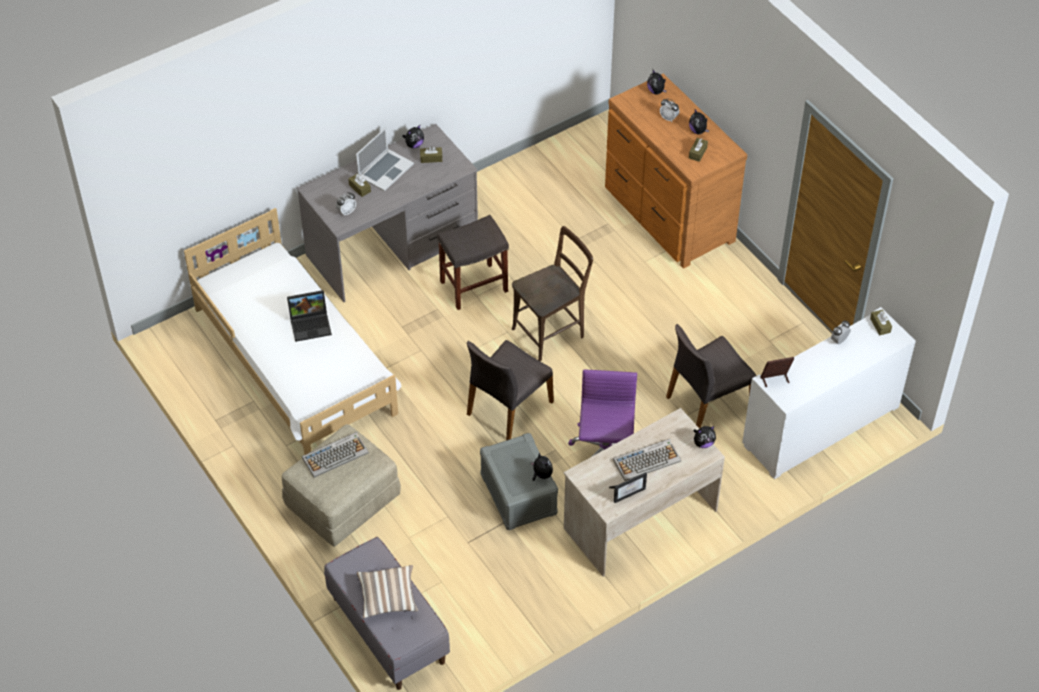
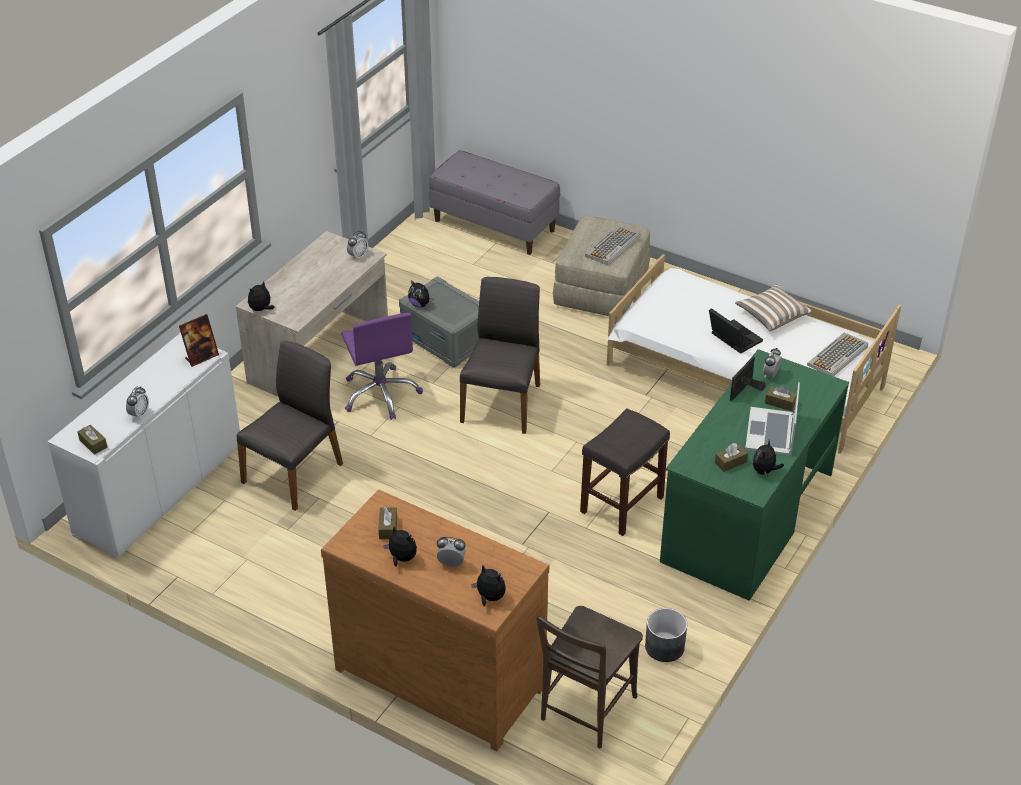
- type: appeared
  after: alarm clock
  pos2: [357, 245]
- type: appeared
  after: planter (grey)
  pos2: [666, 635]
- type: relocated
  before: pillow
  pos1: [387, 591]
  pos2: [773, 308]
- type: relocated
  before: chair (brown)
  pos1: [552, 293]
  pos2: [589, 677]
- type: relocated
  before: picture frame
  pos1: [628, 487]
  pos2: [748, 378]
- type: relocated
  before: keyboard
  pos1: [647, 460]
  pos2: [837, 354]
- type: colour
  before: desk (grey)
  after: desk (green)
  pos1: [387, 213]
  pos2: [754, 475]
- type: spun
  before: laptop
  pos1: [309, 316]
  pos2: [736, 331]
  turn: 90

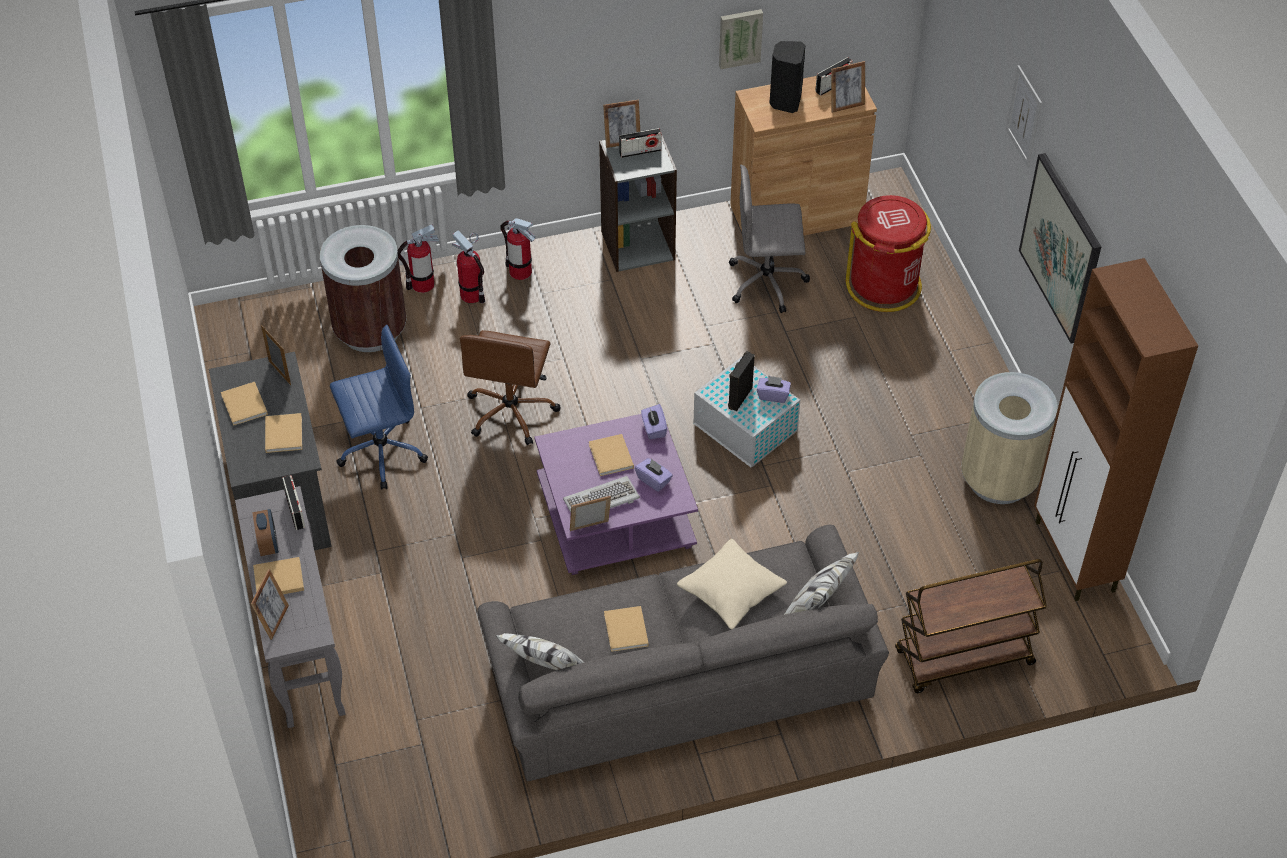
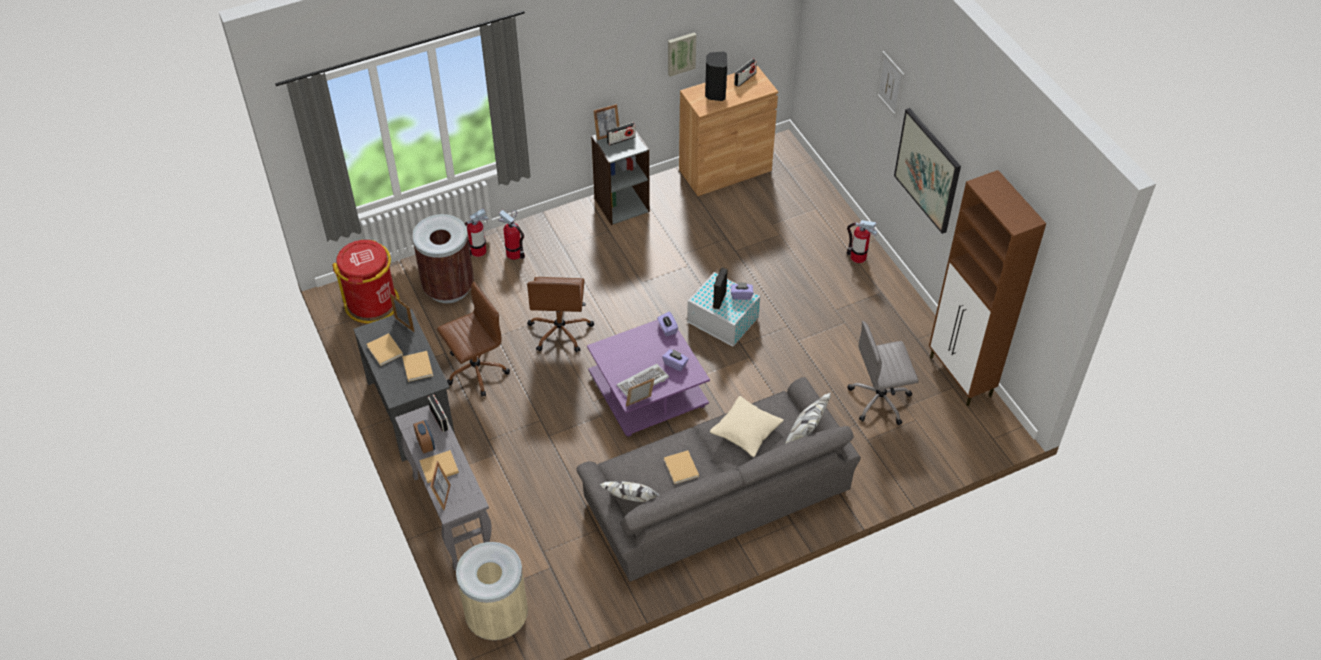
- type: missing
  before: book (beige)
  pos1: [611, 455]
- type: missing
  before: picture frame
  pos1: [848, 87]
- type: missing
  before: cart (brown)
  pos1: [971, 626]
- type: relocated
  before: fire extinguisher
  pos1: [518, 249]
  pos2: [861, 241]
- type: relocated
  before: office chair (grey)
  pos1: [769, 239]
  pos2: [883, 373]
- type: relocated
  before: trash can (red)
  pos1: [888, 253]
  pos2: [366, 282]
- type: relocated
  before: trash can (beige)
  pos1: [1009, 438]
  pos2: [492, 591]
- type: colour
  before: office chair (blue)
  after: office chair (brown)
  pos1: [379, 407]
  pos2: [473, 339]

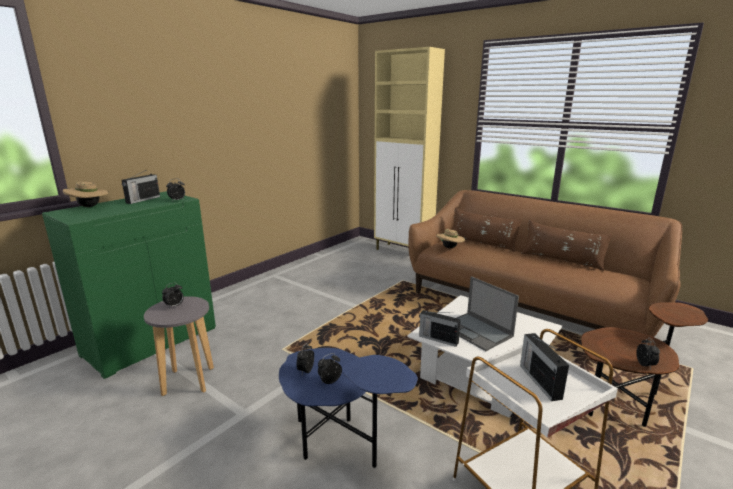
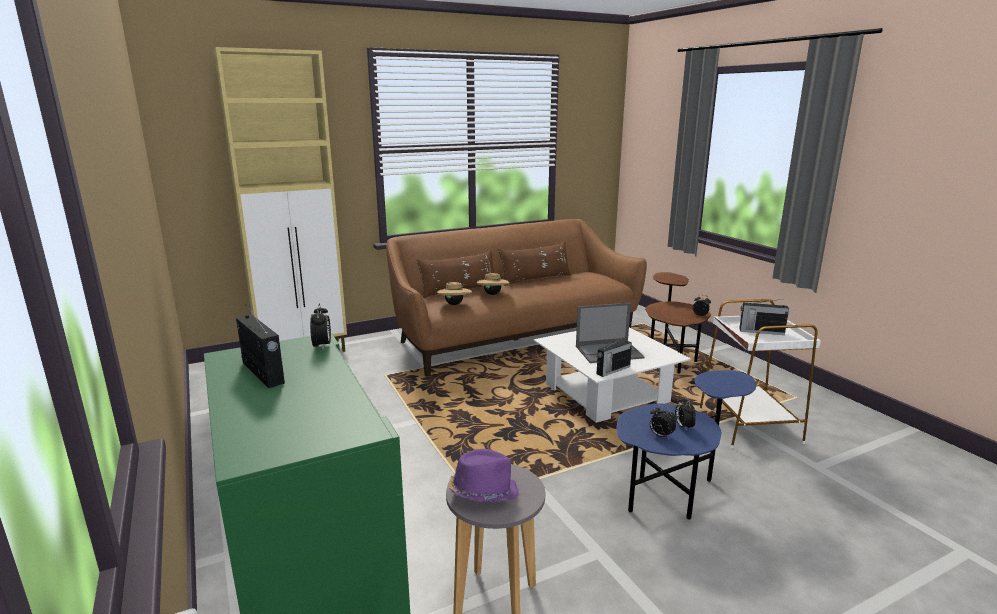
- type: relocated
  before: hat (beige)
  pos1: [86, 194]
  pos2: [493, 284]
- type: exchanged
  before: alarm clock
  after: hat (purple)
  pos1: [173, 295]
  pos2: [483, 475]

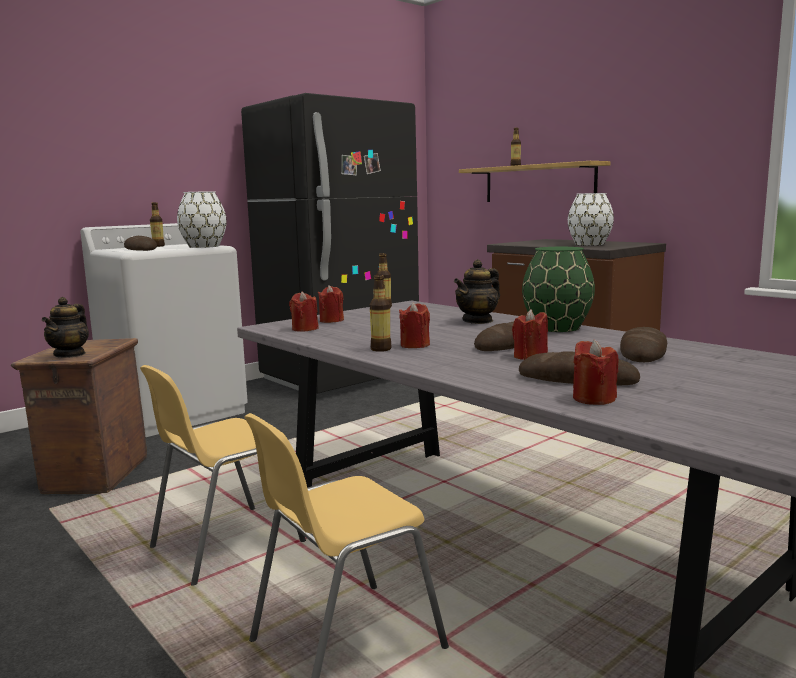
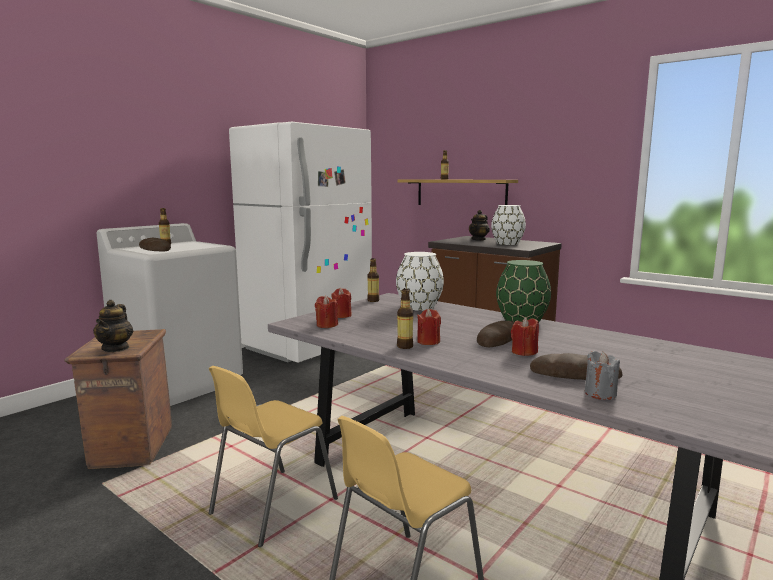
- type: missing
  before: bread
  pos1: [643, 344]
- type: relocated
  before: vase (white)
  pos1: [202, 219]
  pos2: [420, 281]
- type: relocated
  before: teapot
  pos1: [477, 291]
  pos2: [479, 225]
- type: colour
  before: fridge (black)
  after: fridge (white)
  pos1: [330, 243]
  pos2: [300, 242]
- type: colour
  before: candle (red)
  after: candle (grey)
  pos1: [595, 372]
  pos2: [602, 375]

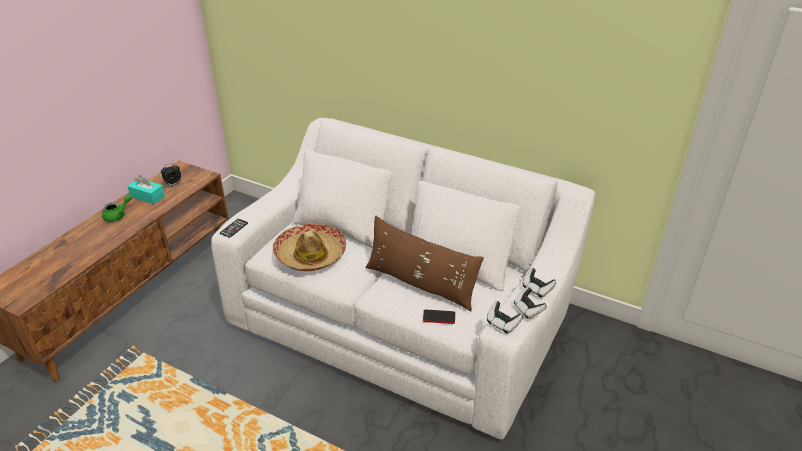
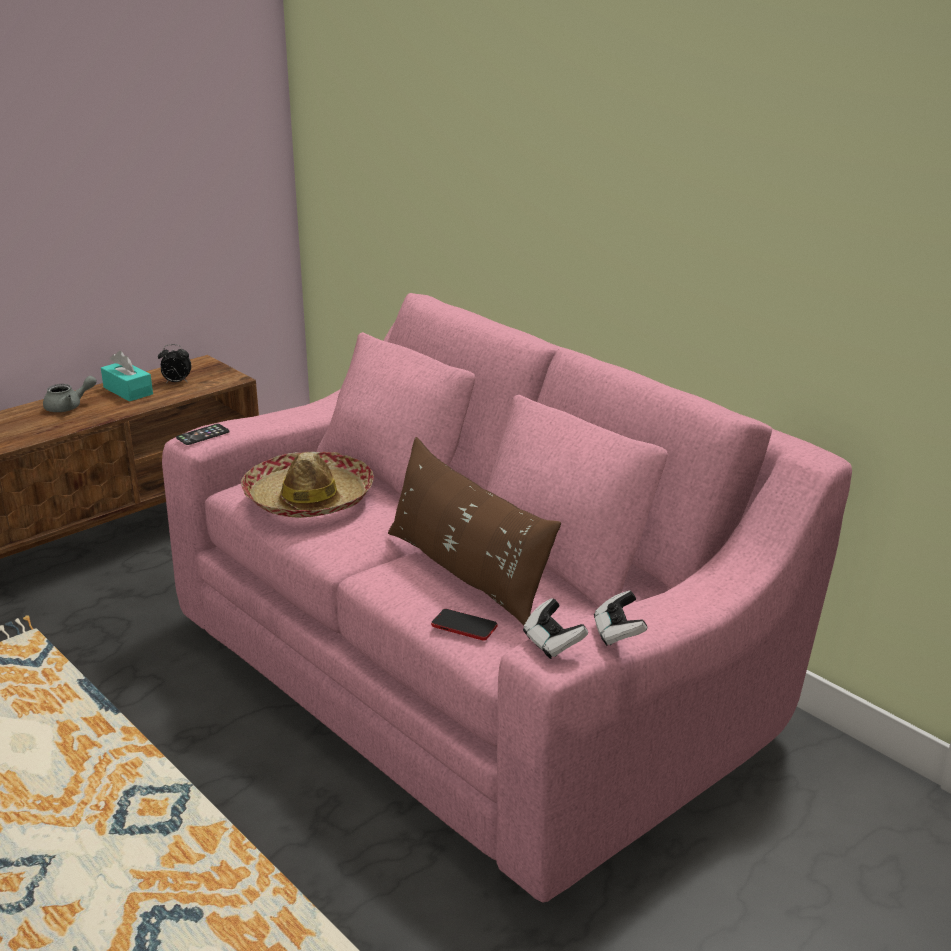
- type: missing
  before: game controller
  pos1: [539, 283]
- type: colour
  before: teapot (green)
  after: teapot (grey)
  pos1: [117, 208]
  pos2: [70, 394]
- type: colour
  before: sofa (white)
  after: sofa (pink)
  pos1: [403, 279]
  pos2: [507, 598]

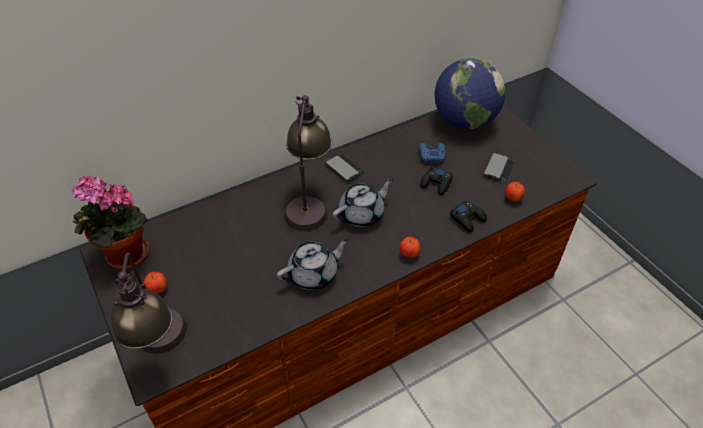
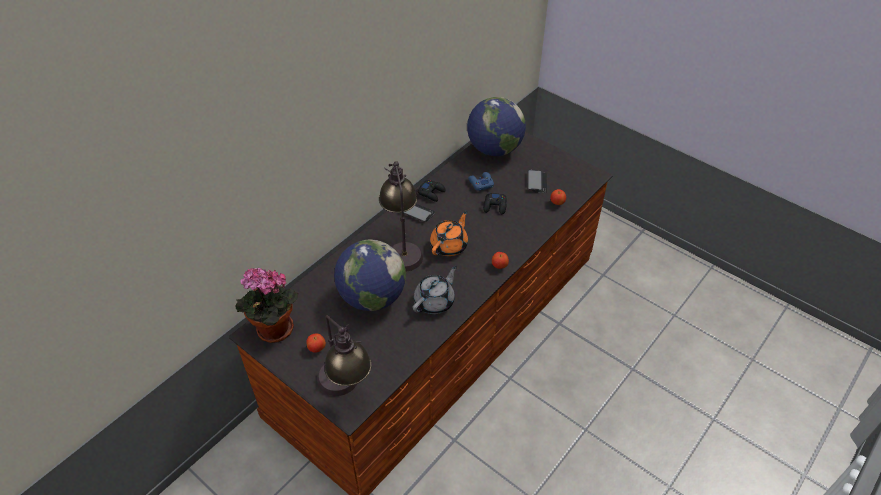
- type: appeared
  after: globe
  pos2: [370, 275]
- type: relocated
  before: game controller (black)
  pos1: [468, 216]
  pos2: [431, 191]
- type: colour
  before: teapot (grey)
  after: teapot (orange)
  pos1: [363, 203]
  pos2: [449, 233]

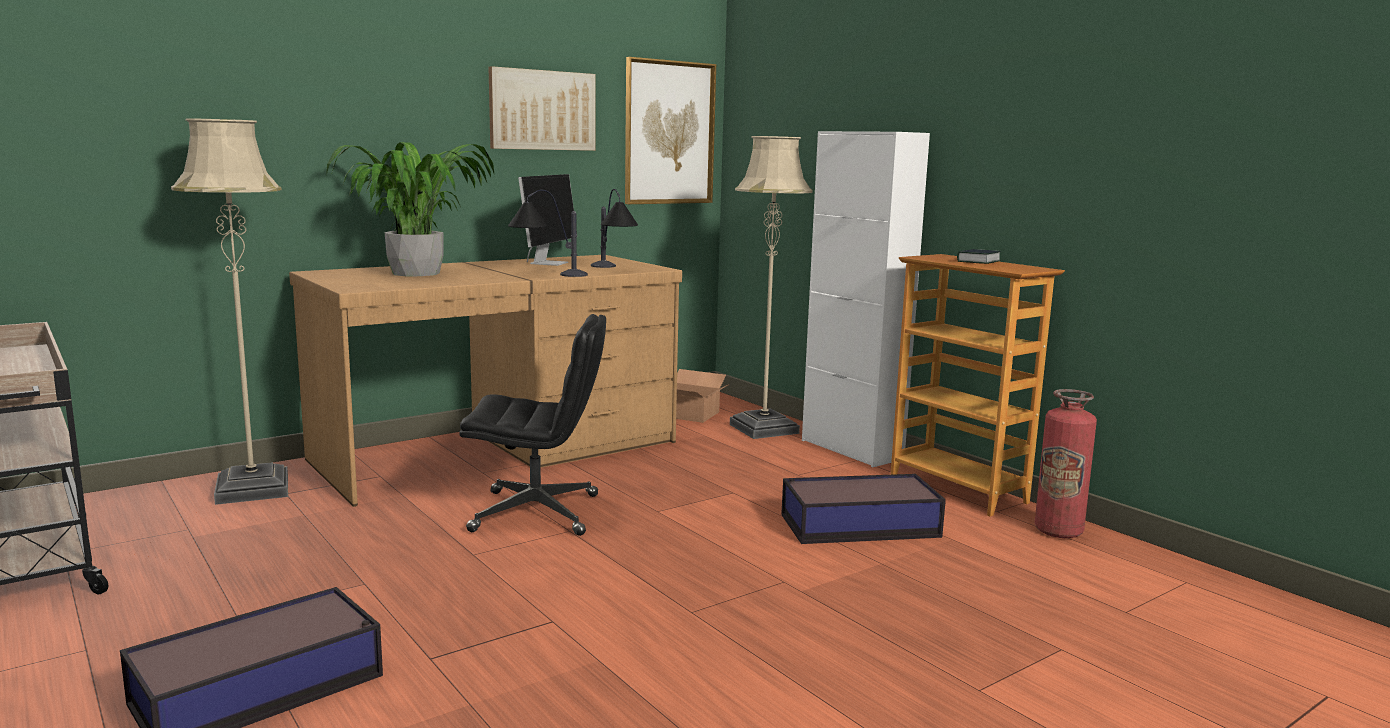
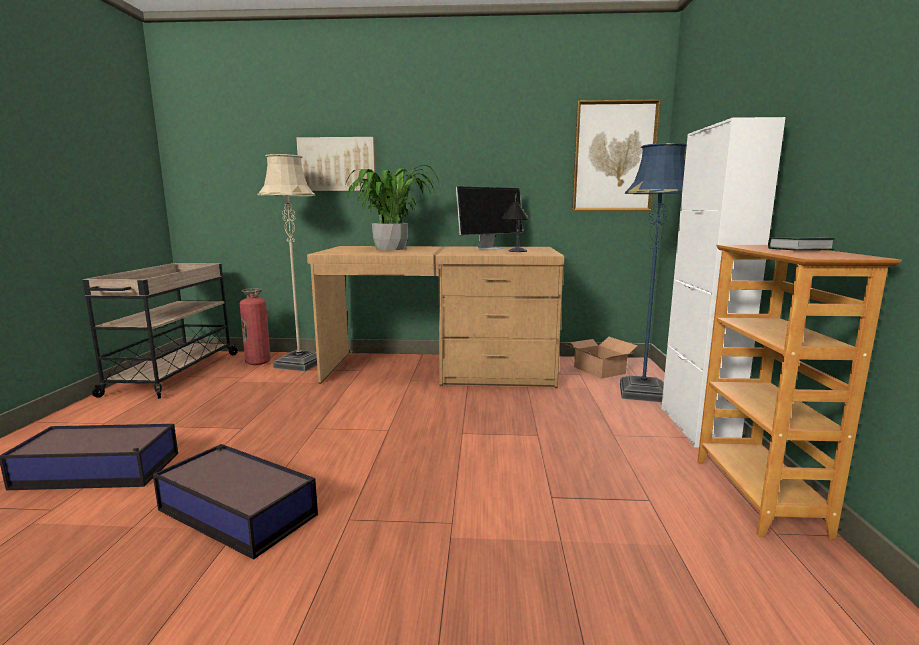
- type: missing
  before: office chair (black)
  pos1: [532, 425]
- type: missing
  before: table lamp
  pos1: [548, 233]
- type: relocated
  before: picture
  pos1: [542, 108]
  pos2: [335, 164]
- type: relocated
  before: storage box
  pos1: [863, 509]
  pos2: [235, 502]
- type: relocated
  before: fire extinguisher
  pos1: [1066, 463]
  pos2: [255, 326]
- type: colour
  before: floor lamp (beige)
  after: floor lamp (blue)
  pos1: [771, 287]
  pos2: [653, 272]

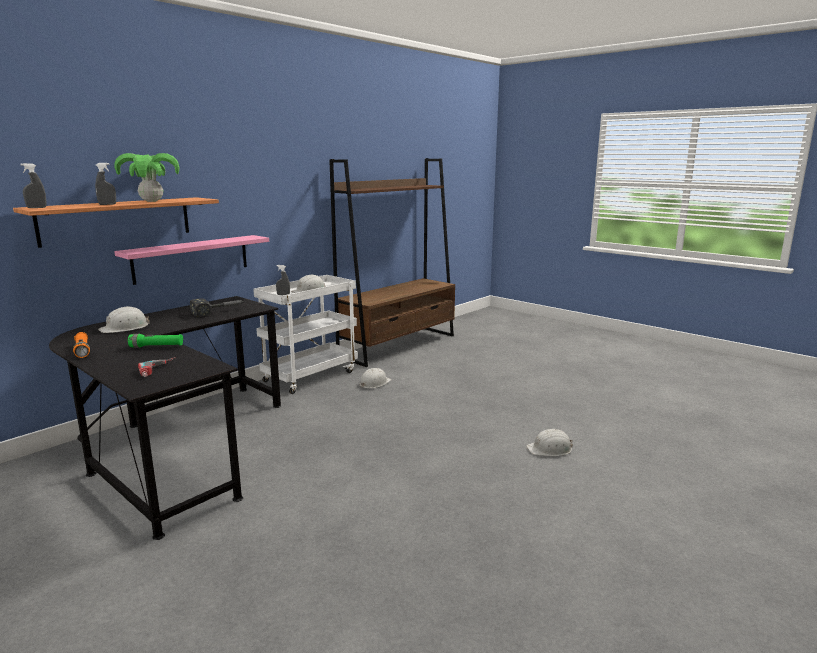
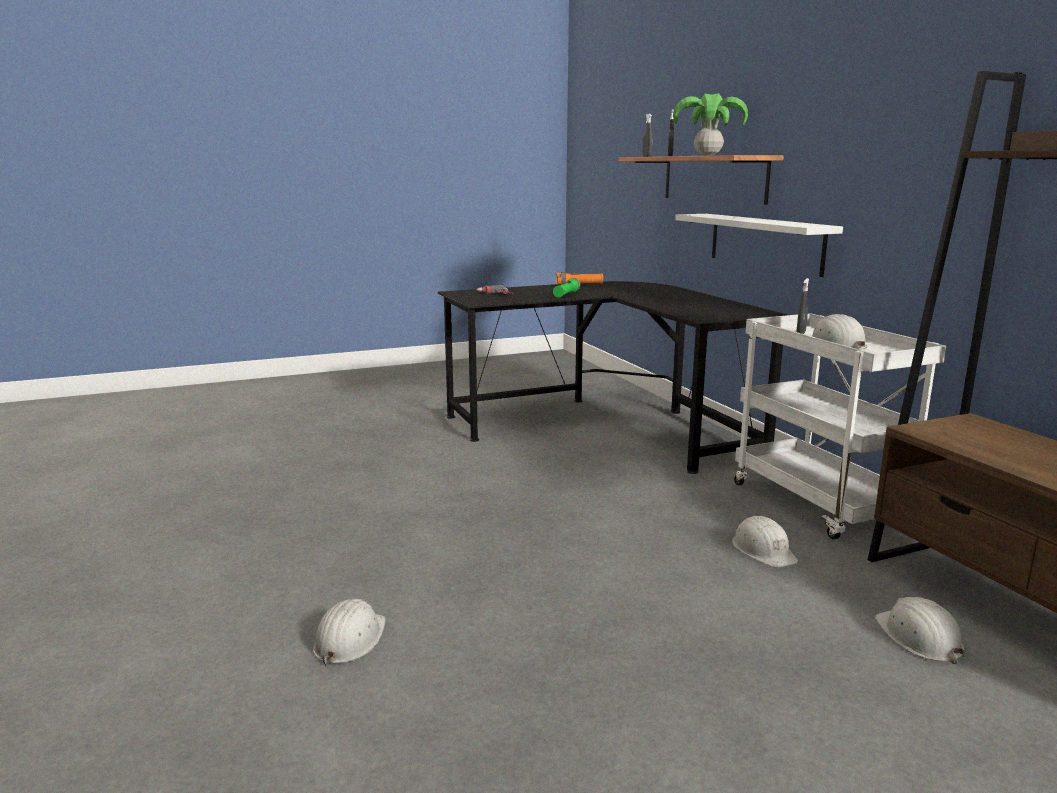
- type: missing
  before: hammer
  pos1: [217, 308]
- type: relocated
  before: hard hat (white)
  pos1: [124, 319]
  pos2: [920, 630]
- type: colour
  before: shelf (pink)
  after: shelf (white)
  pos1: [191, 260]
  pos2: [759, 245]

